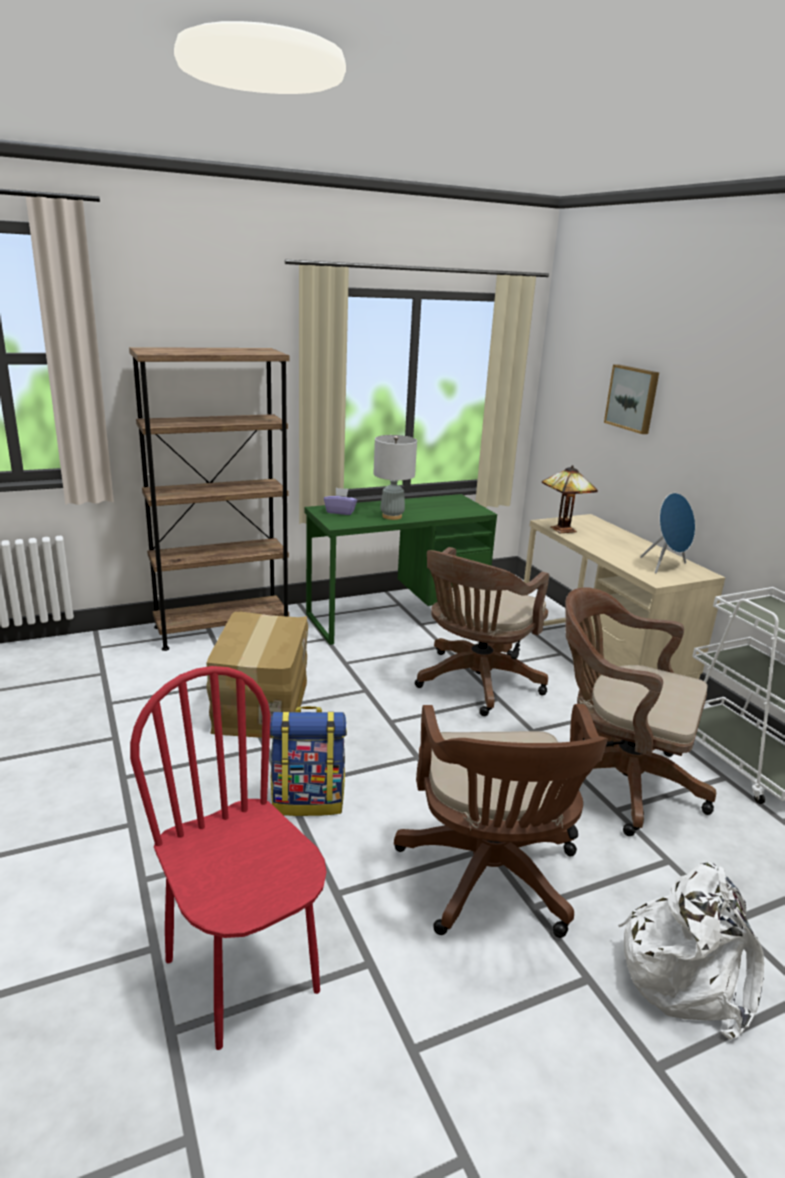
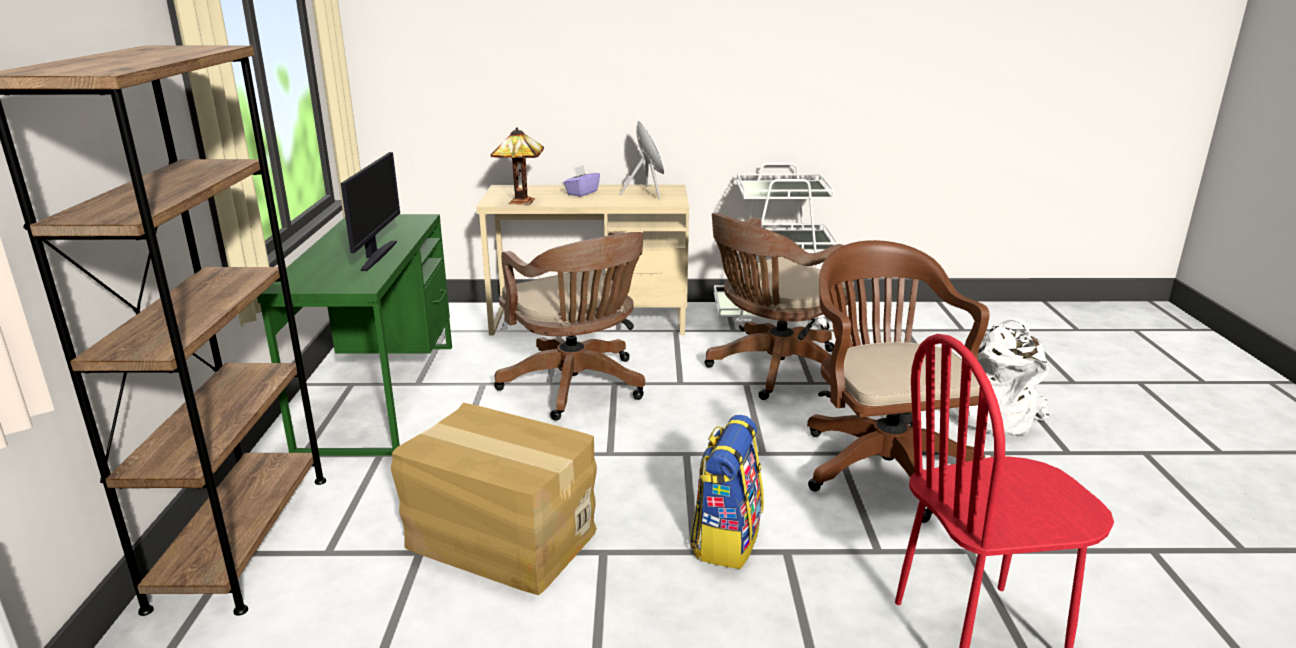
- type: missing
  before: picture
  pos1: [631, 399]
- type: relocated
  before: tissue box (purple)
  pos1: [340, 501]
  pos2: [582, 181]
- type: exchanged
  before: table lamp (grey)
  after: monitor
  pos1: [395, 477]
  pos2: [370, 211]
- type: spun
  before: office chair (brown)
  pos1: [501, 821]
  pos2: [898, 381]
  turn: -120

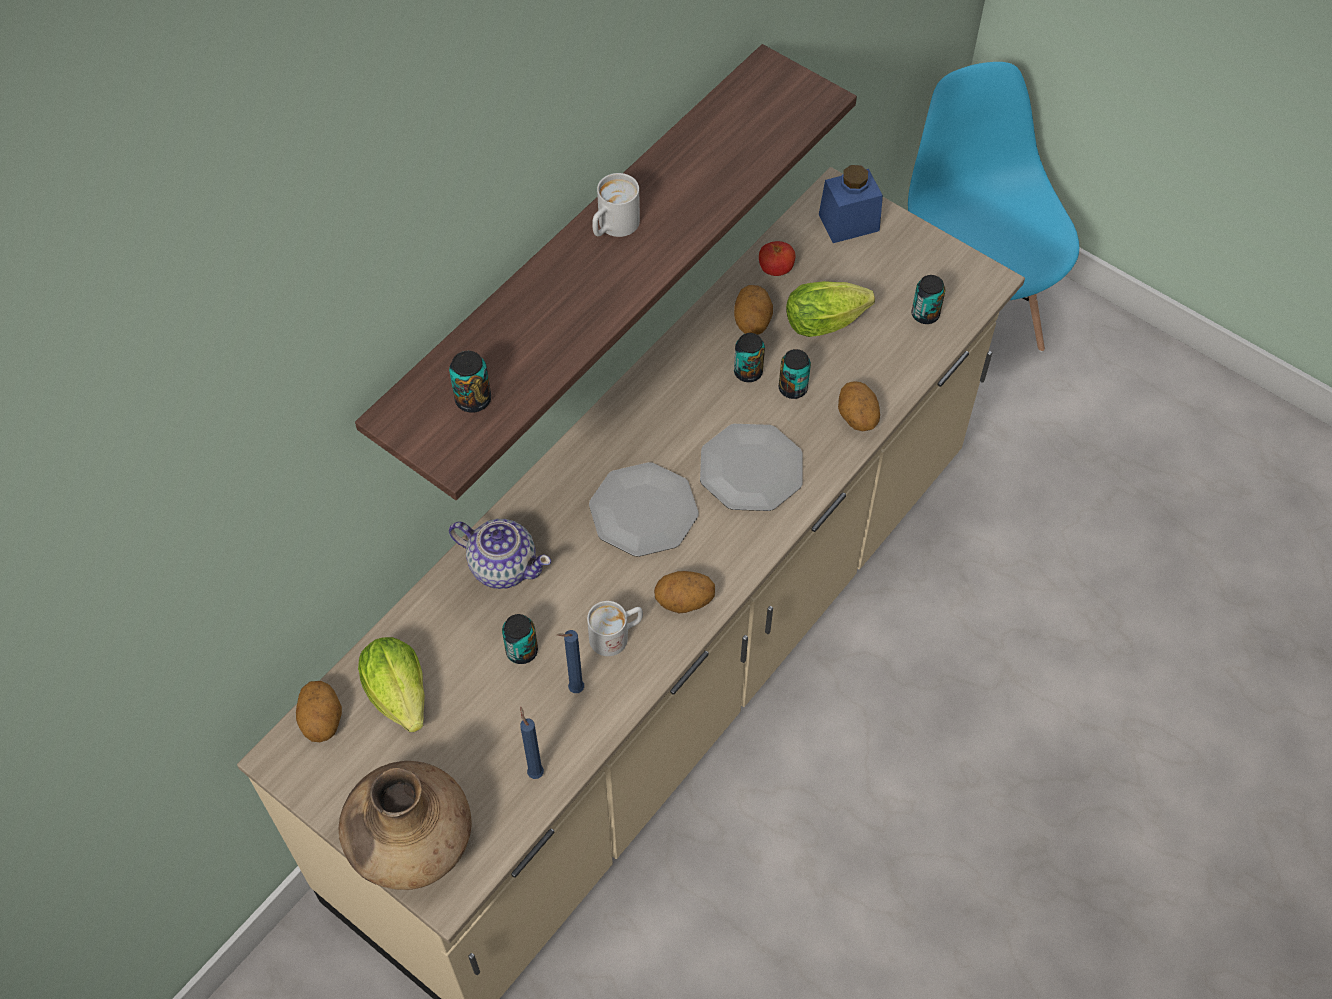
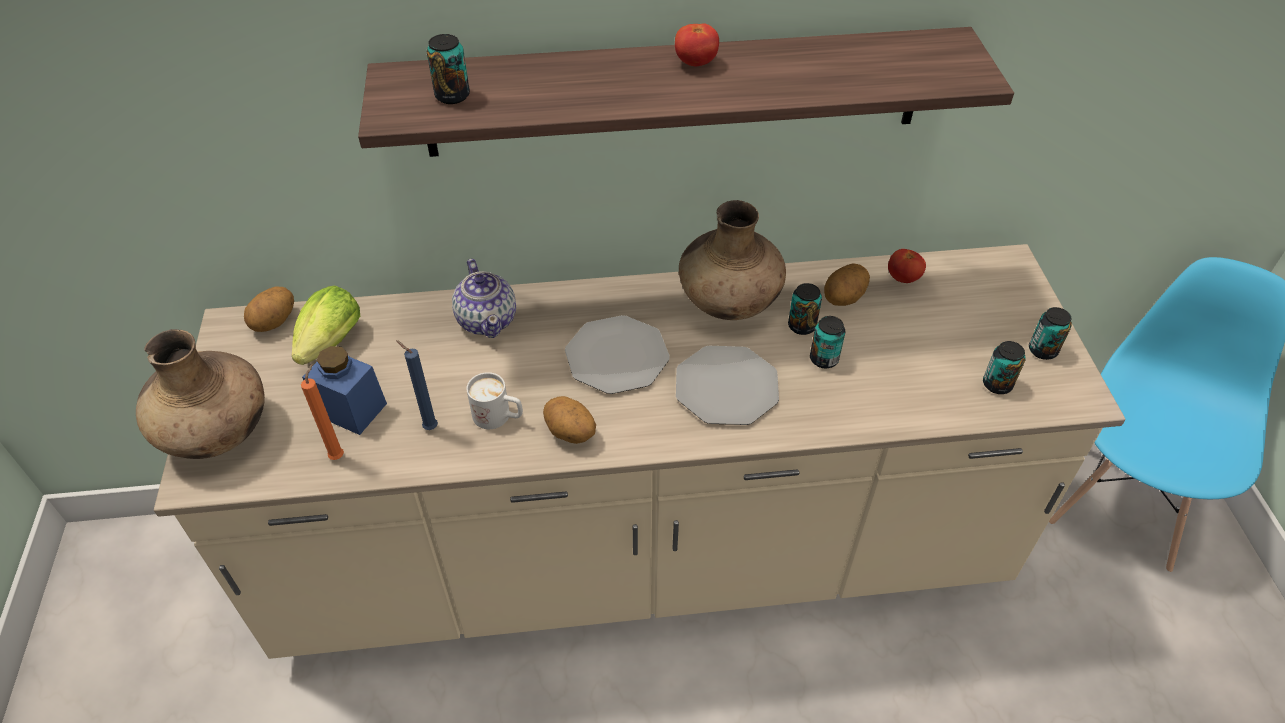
- type: missing
  before: lettuce
  pos1: [830, 309]
- type: missing
  before: potato
  pos1: [859, 406]
- type: appeared
  after: vase (brown)
  pos2: [732, 260]
- type: relocated
  before: can
  pos1: [520, 639]
  pos2: [1050, 333]
- type: relocated
  before: jar (blue)
  pos1: [851, 204]
  pos2: [344, 390]
- type: exchanged
  before: mug (white)
  after: tomato
  pos1: [616, 205]
  pos2: [697, 45]
- type: colour
  before: candle (blue)
  after: candle (orange)
  pos1: [532, 742]
  pos2: [322, 412]

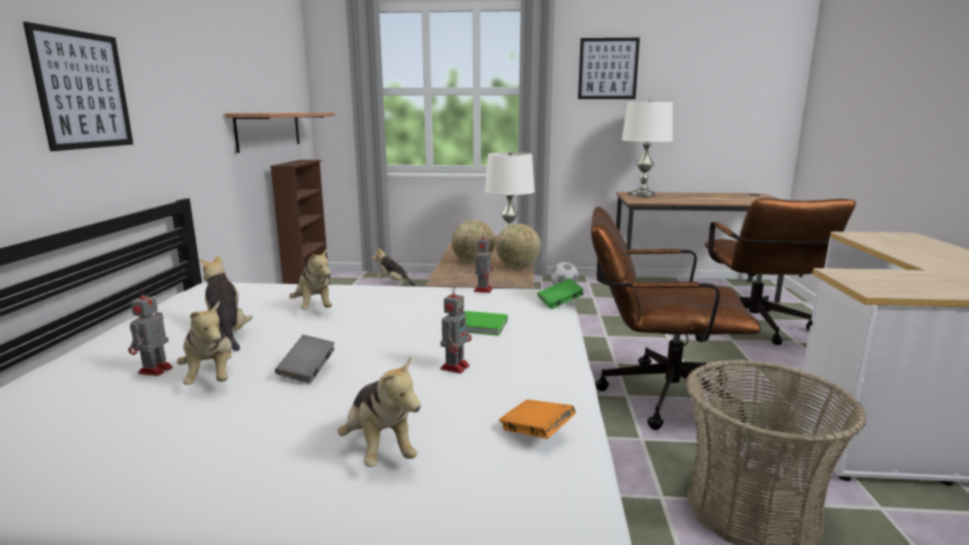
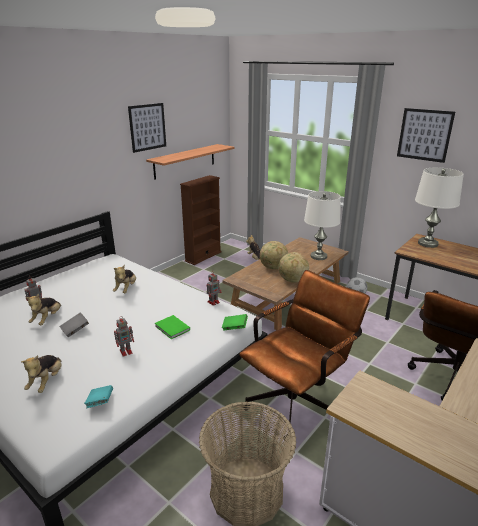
- type: missing
  before: plush toy
  pos1: [226, 303]
- type: relocated
  before: picture
  pos1: [78, 86]
  pos2: [147, 128]
- type: colour
  before: book (orange)
  after: book (turquoise)
  pos1: [537, 419]
  pos2: [98, 396]
- type: spun
  before: office chair (brown)
  pos1: [676, 318]
  pos2: [304, 355]
  turn: 90

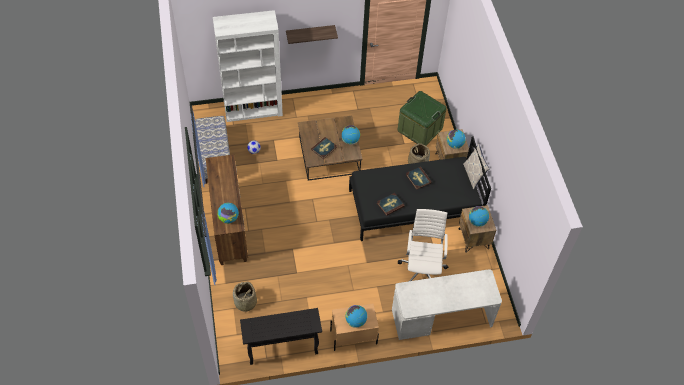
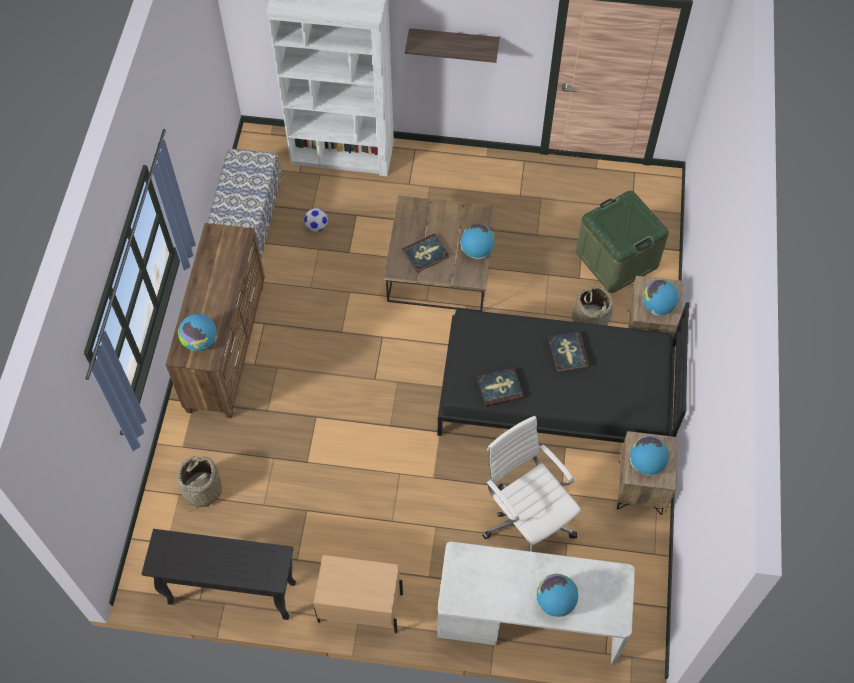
- type: missing
  before: pillow
  pos1: [476, 166]
- type: relocated
  before: globe
  pos1: [356, 316]
  pos2: [557, 595]
- type: spun
  before: office chair (white)
  pos1: [423, 245]
  pos2: [531, 484]
  turn: -60

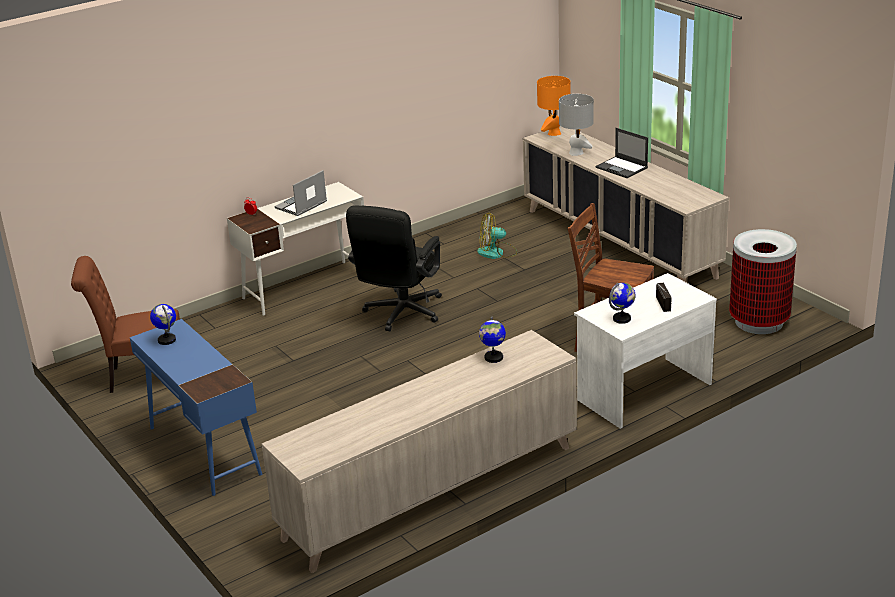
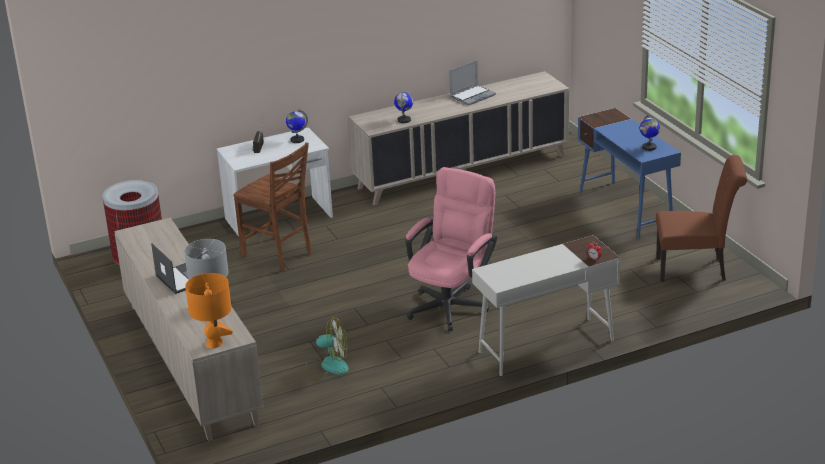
- type: relocated
  before: laptop
  pos1: [301, 193]
  pos2: [473, 82]
- type: colour
  before: office chair (black)
  after: office chair (pink)
  pos1: [394, 268]
  pos2: [451, 249]

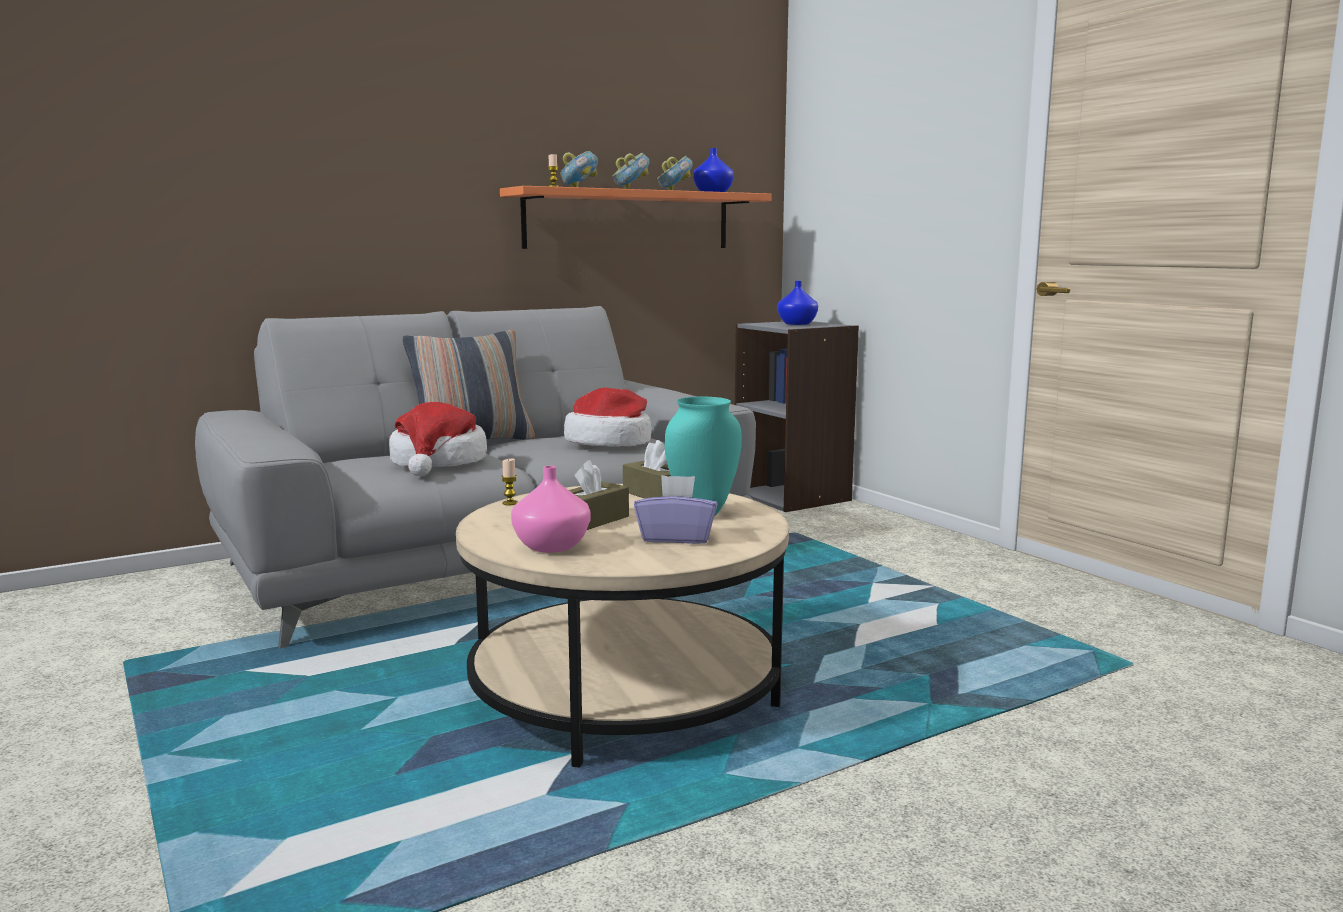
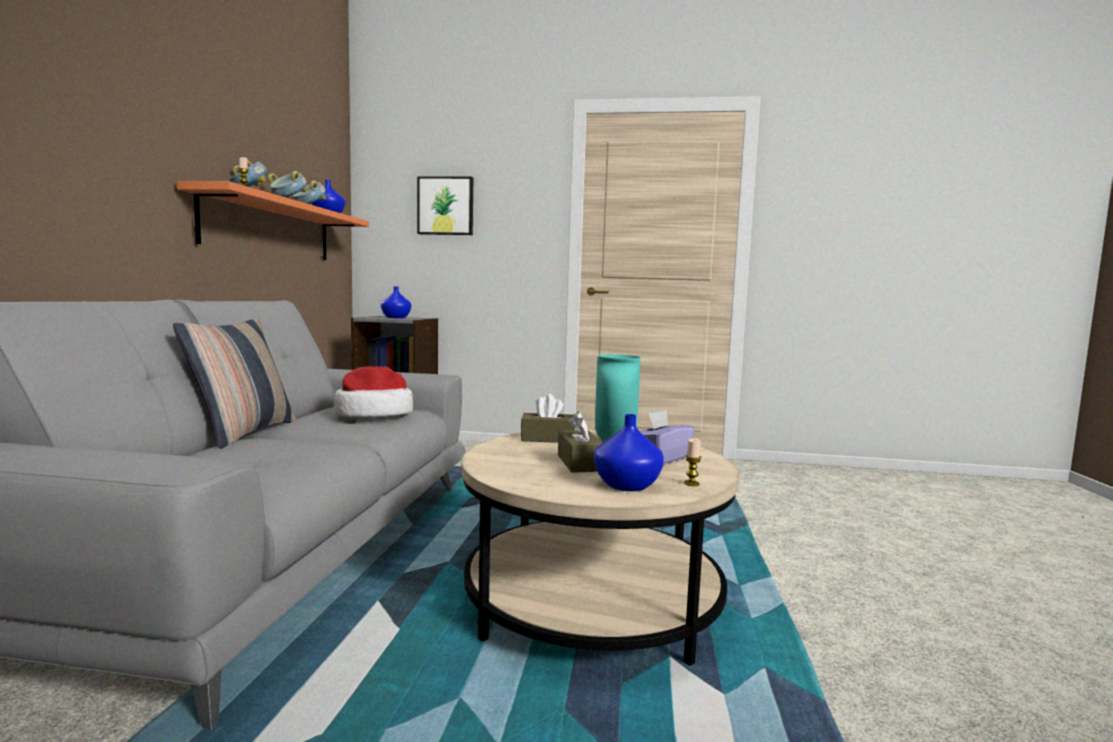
- type: missing
  before: hat
  pos1: [438, 439]
- type: appeared
  after: picture
  pos2: [445, 206]
- type: relocated
  before: candle
  pos1: [509, 481]
  pos2: [692, 462]
- type: colour
  before: vase (pink)
  after: vase (blue)
  pos1: [550, 509]
  pos2: [629, 452]

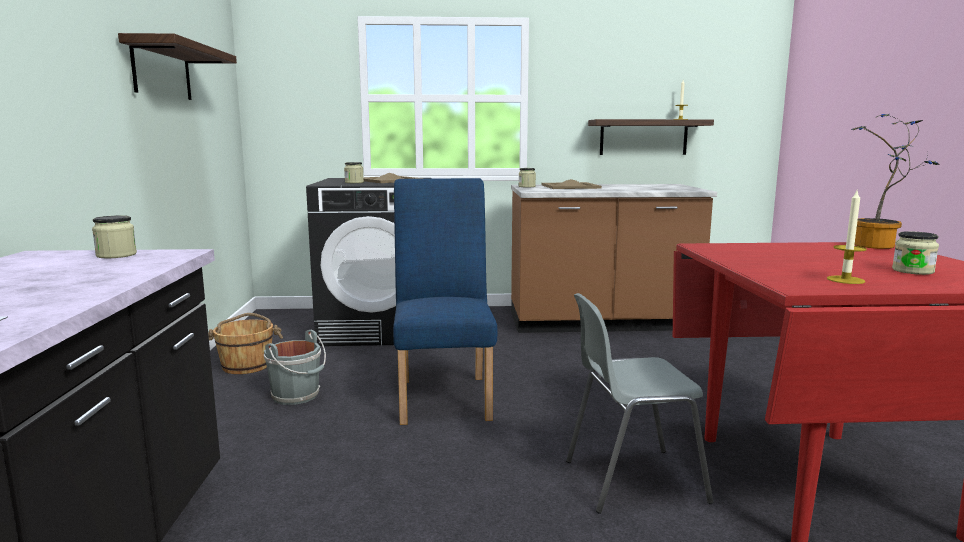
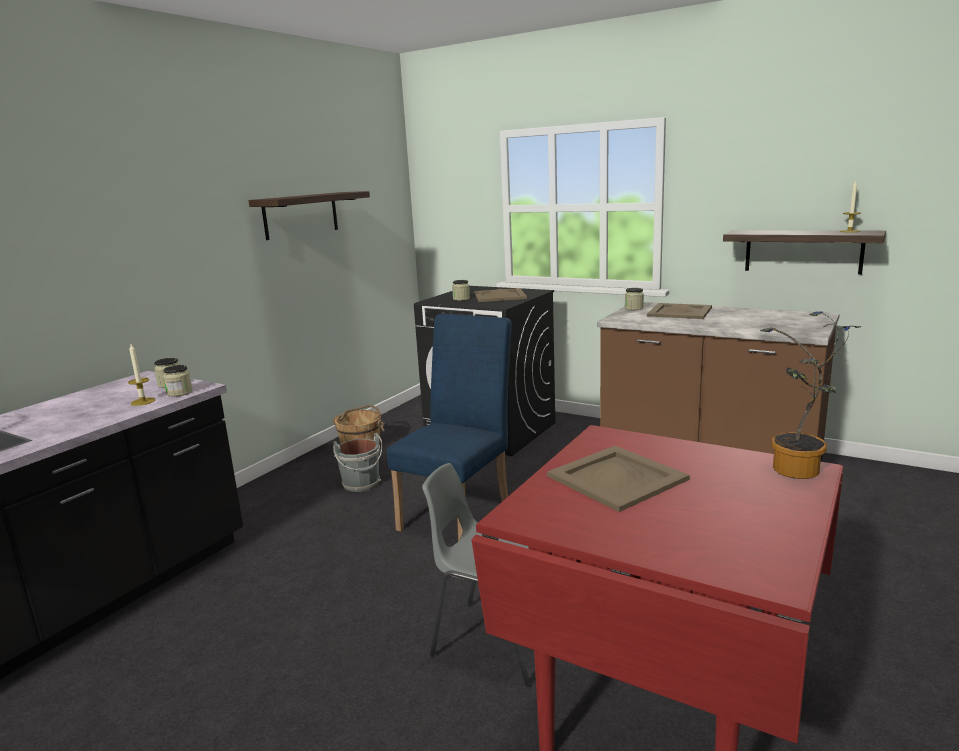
- type: appeared
  after: tray (beige)
  pos2: [618, 479]
- type: relocated
  before: candle
  pos1: [847, 237]
  pos2: [141, 375]
- type: relocated
  before: jar
  pos1: [915, 253]
  pos2: [178, 381]

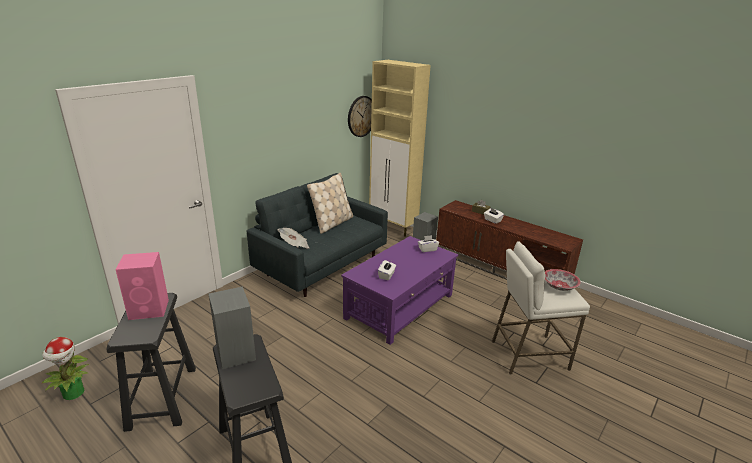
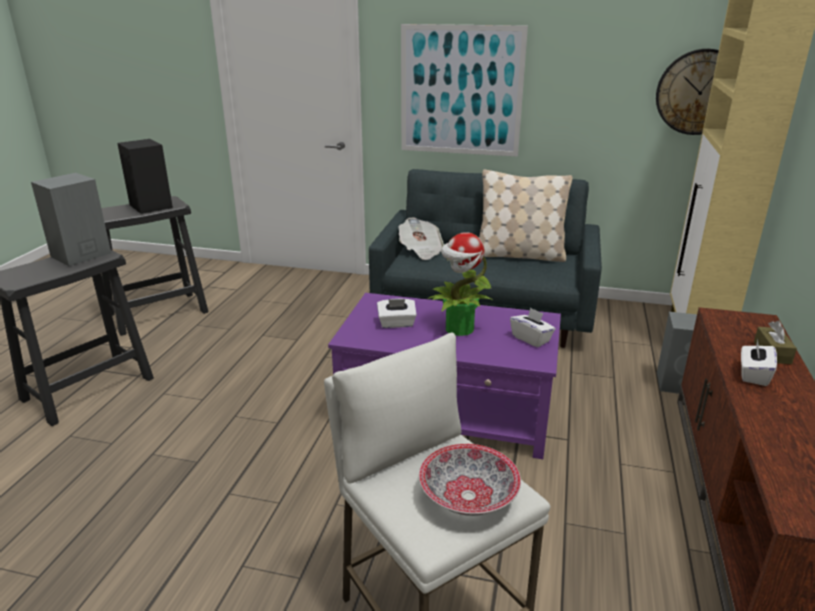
- type: appeared
  after: picture
  pos2: [464, 90]
- type: relocated
  before: potted plant
  pos1: [65, 368]
  pos2: [460, 284]
- type: colour
  before: speaker (pink)
  after: speaker (black)
  pos1: [142, 286]
  pos2: [145, 176]

